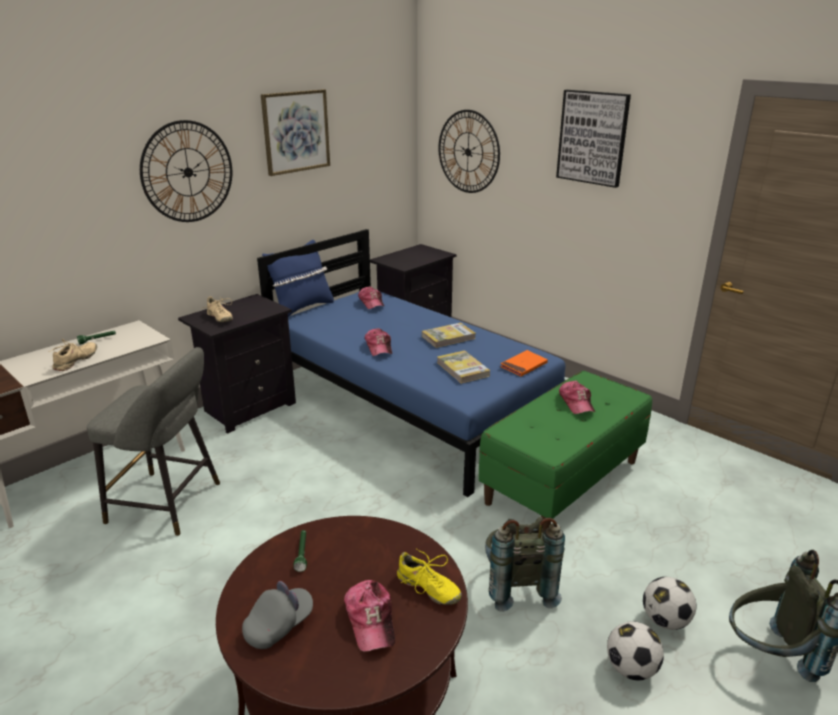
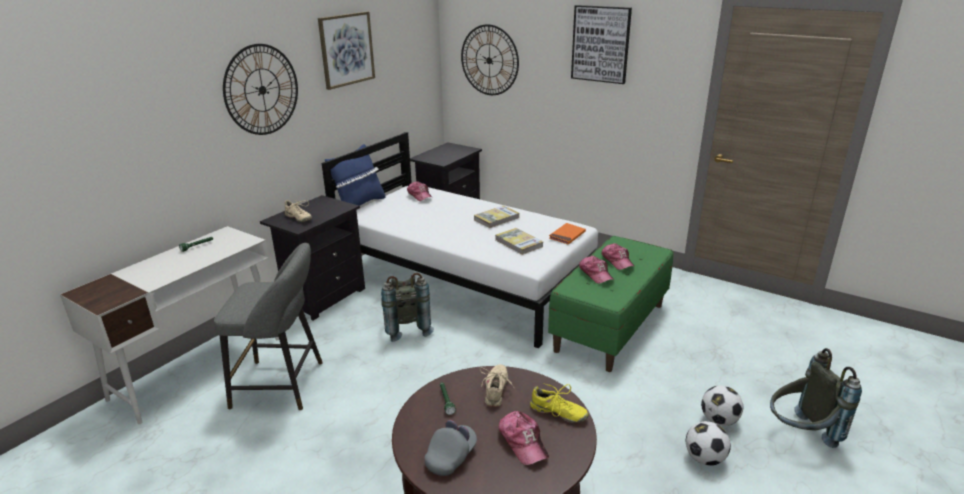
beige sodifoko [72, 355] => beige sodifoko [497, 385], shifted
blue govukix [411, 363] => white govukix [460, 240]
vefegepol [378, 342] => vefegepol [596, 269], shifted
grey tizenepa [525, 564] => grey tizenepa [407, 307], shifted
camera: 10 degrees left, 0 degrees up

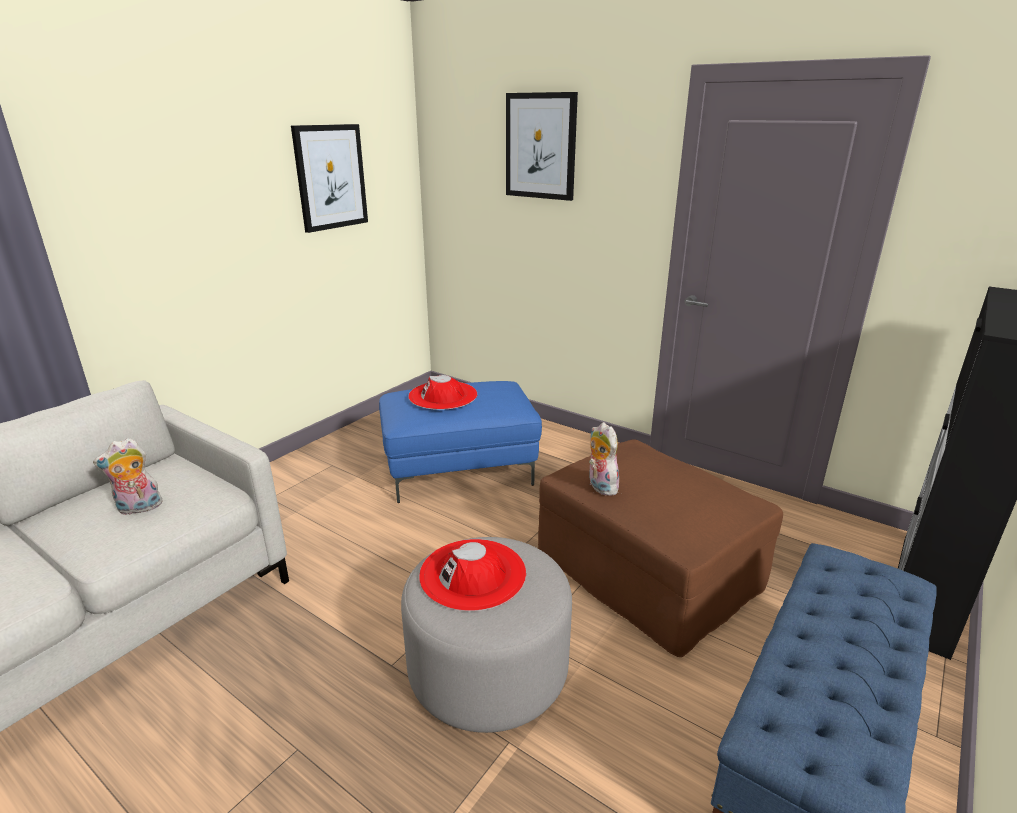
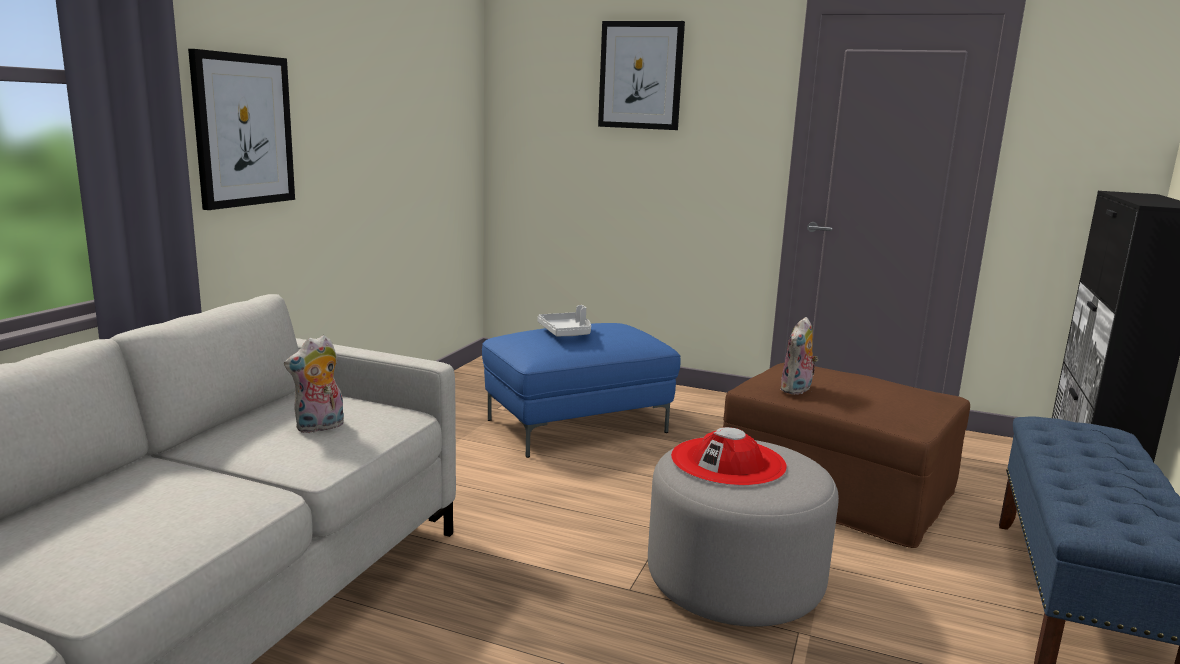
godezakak [329, 178] => godezakak [241, 129], shifted
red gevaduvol [442, 392] => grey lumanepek [564, 321]
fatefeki [604, 459] => fatefeki [799, 356], 105 degrees counterclockwise
camera: 15 degrees left, 10 degrees down

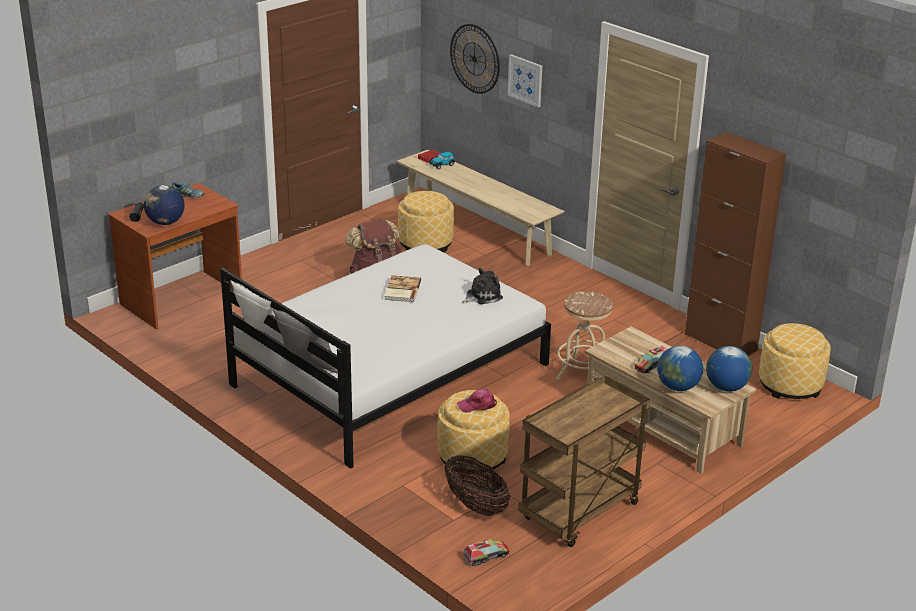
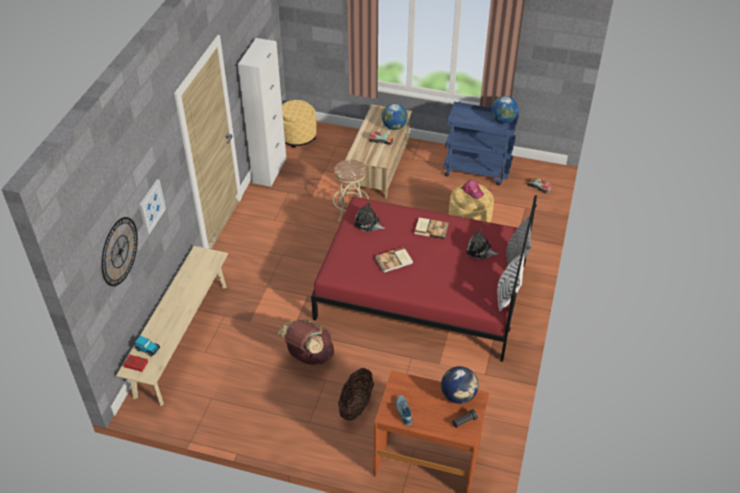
white govukix [385, 356] => red govukix [424, 278]
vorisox [426, 222] => nothing
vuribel [477, 485] => vuribel [356, 394], shifted
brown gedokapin [584, 461] => blue gedokapin [481, 143]
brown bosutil [735, 244] => white bosutil [262, 112]
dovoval [729, 368] => dovoval [504, 109], shifted
nothing => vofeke [431, 228]
nothing => fatefeki [482, 244]
camera: 120 degrees left, 15 degrees up

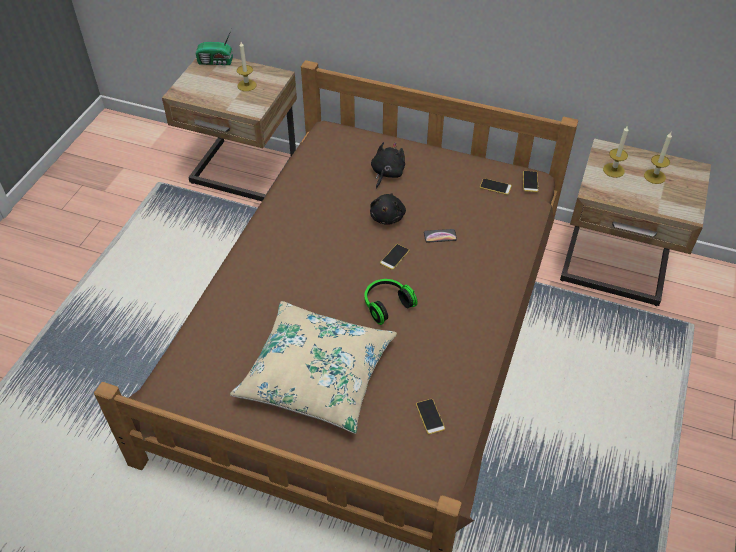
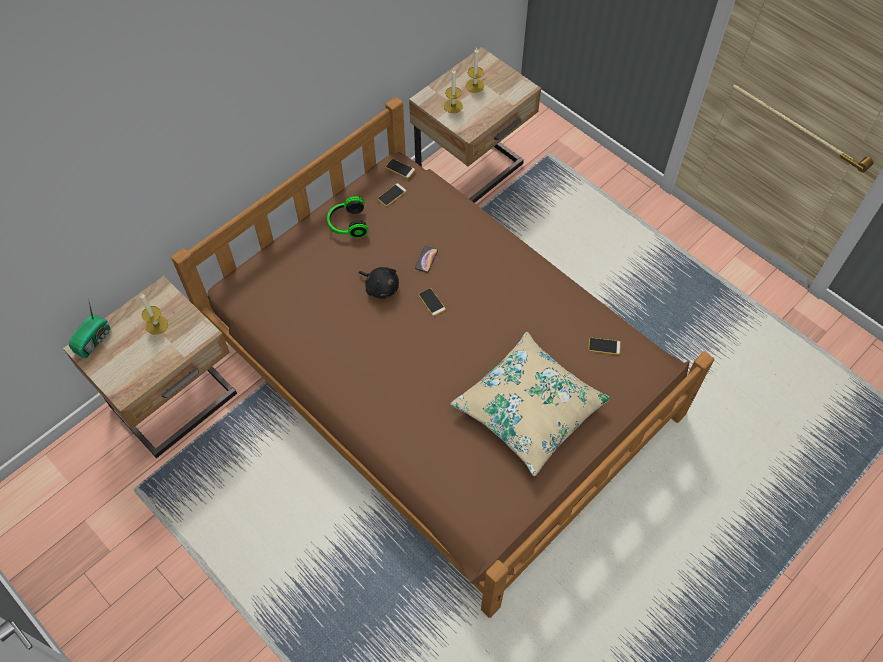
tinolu [390, 302] => tinolu [348, 216], shifted
black fatefeki [388, 165] => nothing
camera: 65 degrees left, 10 degrees up

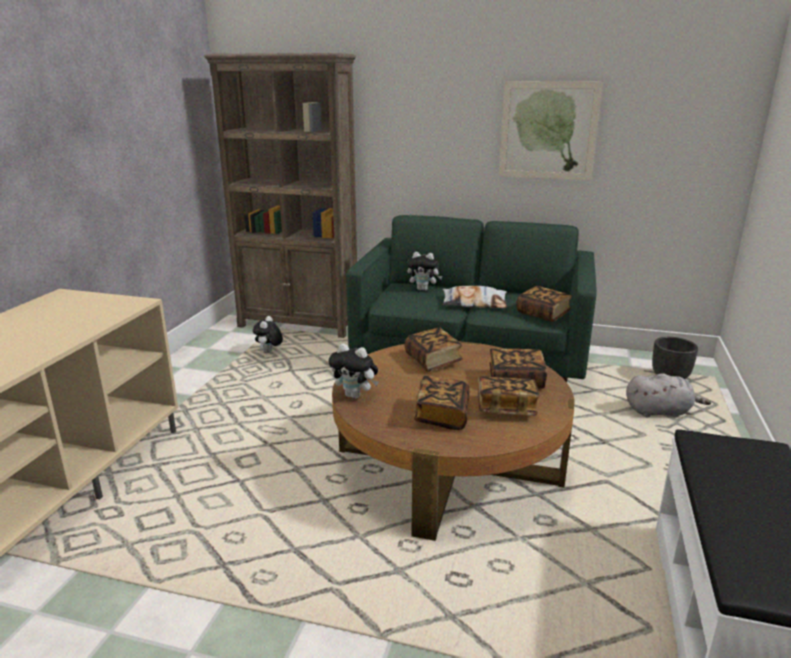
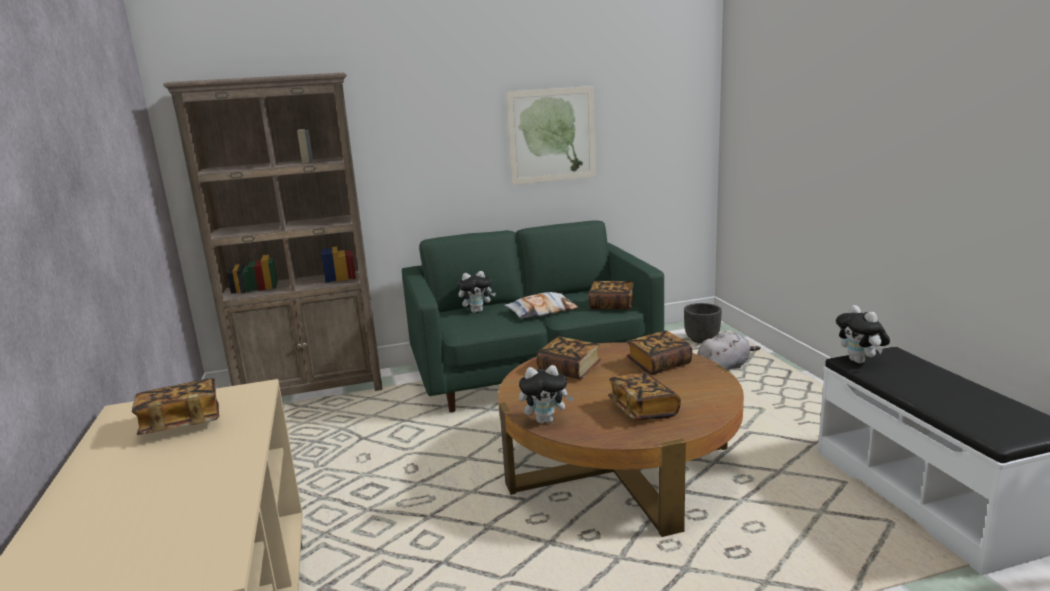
fatefeki [268, 334] => fatefeki [863, 334], shifted
vofeke [509, 396] => vofeke [175, 406], shifted
camera: 30 degrees left, 5 degrees down

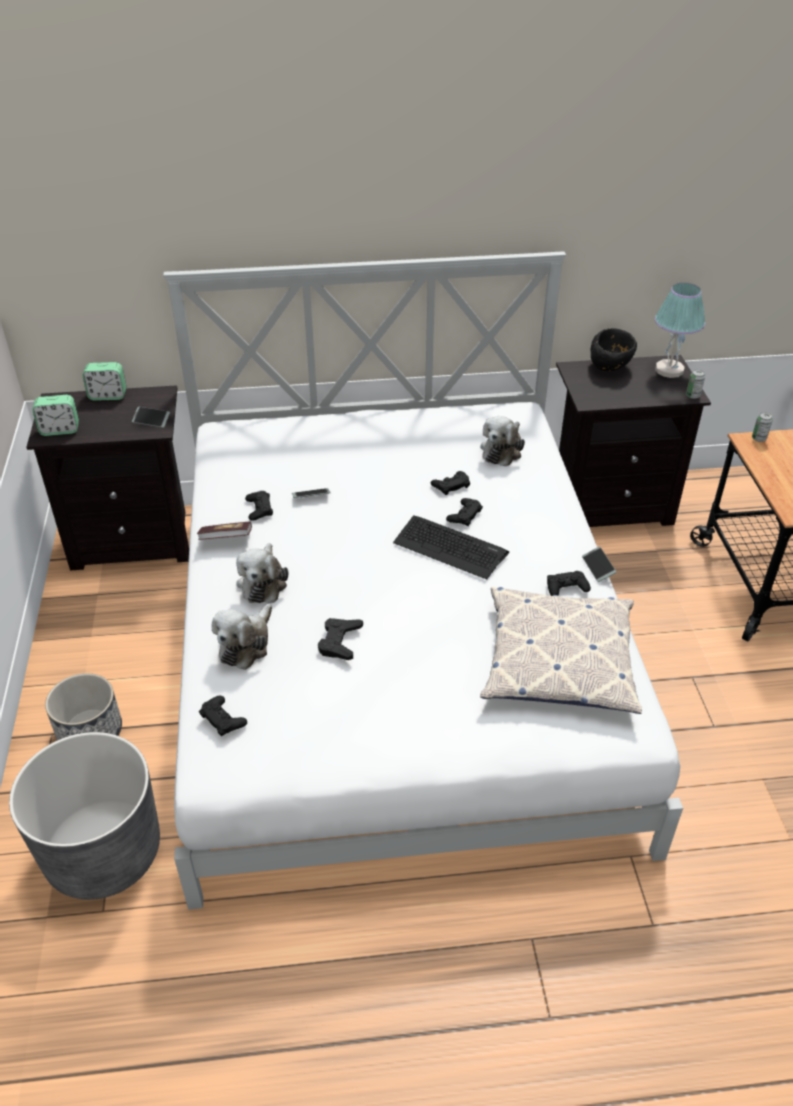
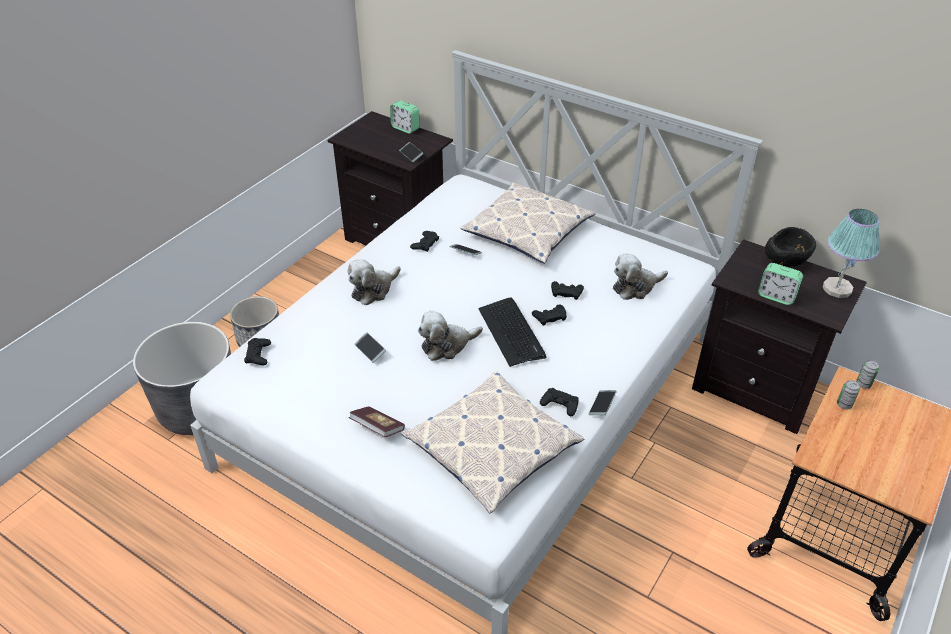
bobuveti [55, 415] => bobuveti [780, 284], shifted
vofeke [224, 531] => vofeke [377, 421], shifted
fatefeki [242, 636] => fatefeki [450, 336], shifted
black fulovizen [340, 639] => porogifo [370, 347]
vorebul [695, 384] => vorebul [848, 394], shifted
nothing => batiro [528, 223]
camera: 40 degrees right, 0 degrees up

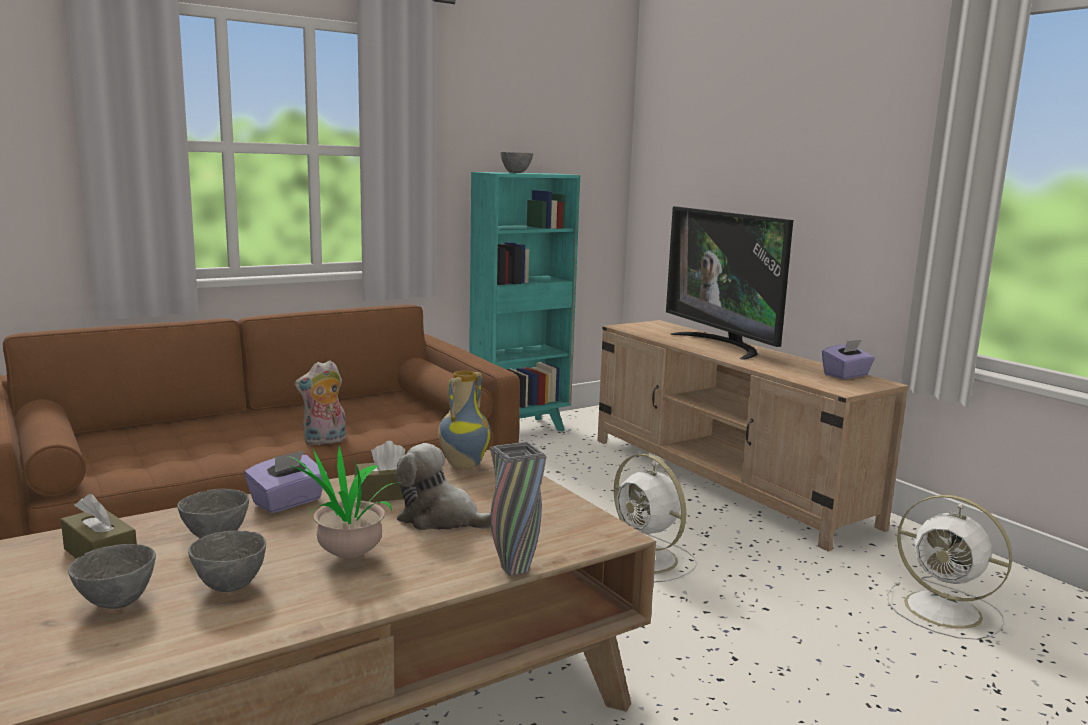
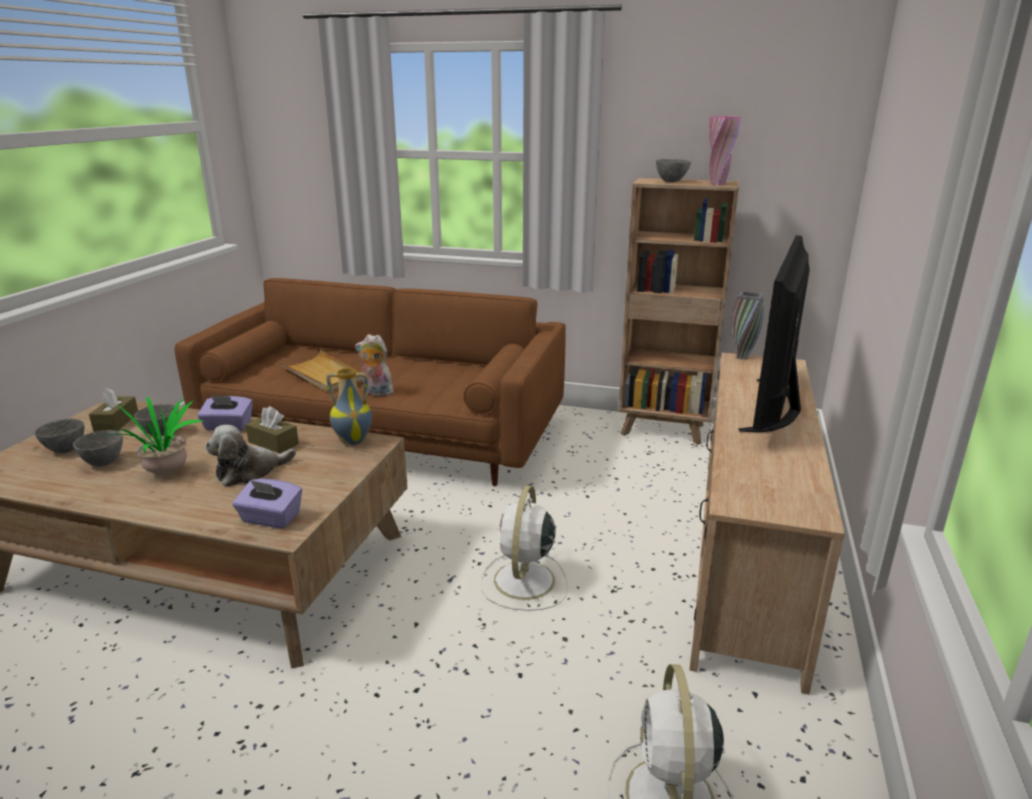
fatefeki [443, 486] => fatefeki [251, 456], 105 degrees counterclockwise
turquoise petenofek [524, 301] => brown petenofek [678, 311]
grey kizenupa [518, 509] => grey kizenupa [748, 325], shifted
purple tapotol [848, 359] => purple tapotol [267, 503], shifted
nothing => beige lumanepek [321, 371]
nothing => pink kizenupa [725, 150]
camera: 50 degrees right, 10 degrees up

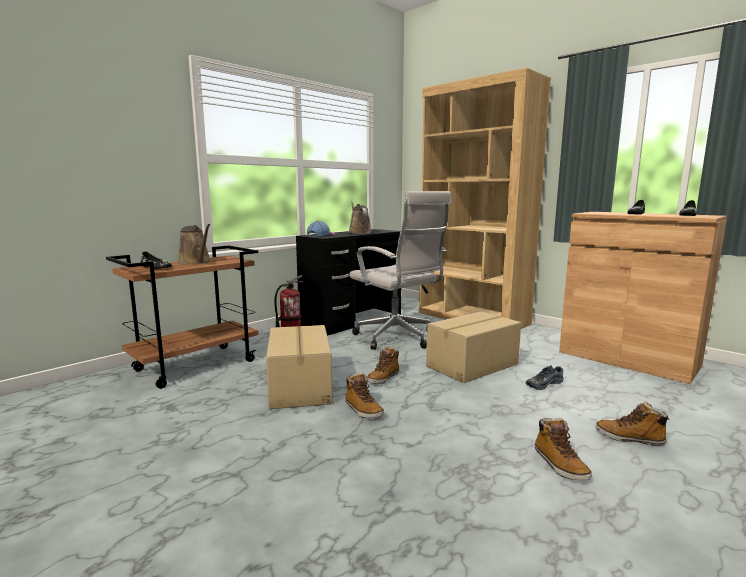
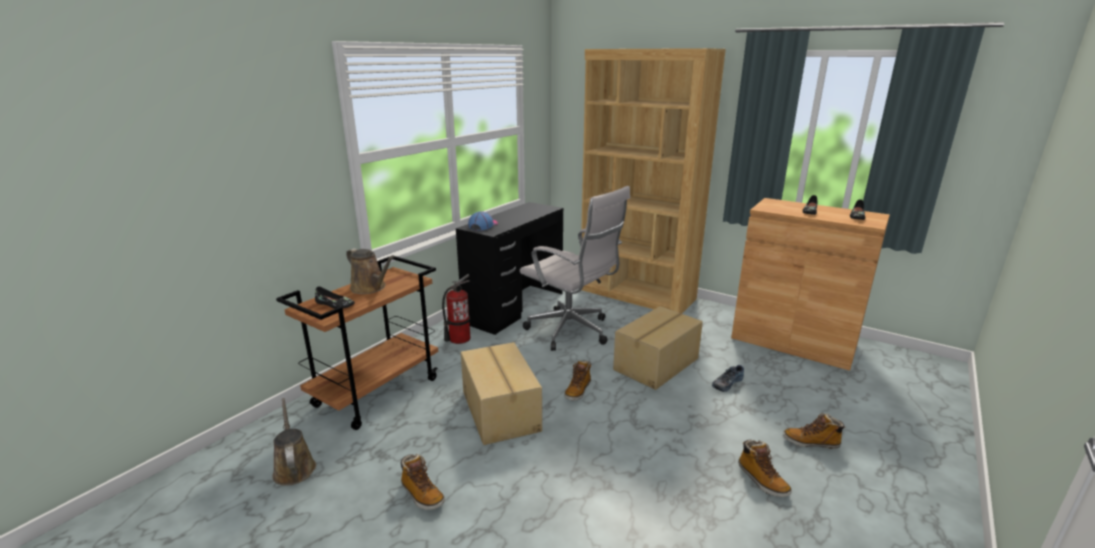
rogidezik [364, 395] => rogidezik [423, 482], shifted
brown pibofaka [360, 217] => brown pibofaka [294, 442], shifted
camera: 10 degrees left, 10 degrees up

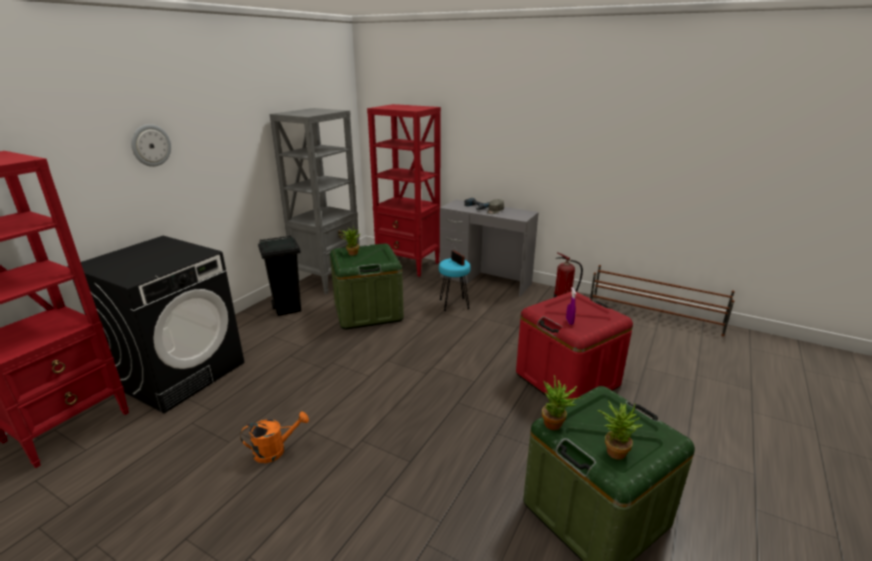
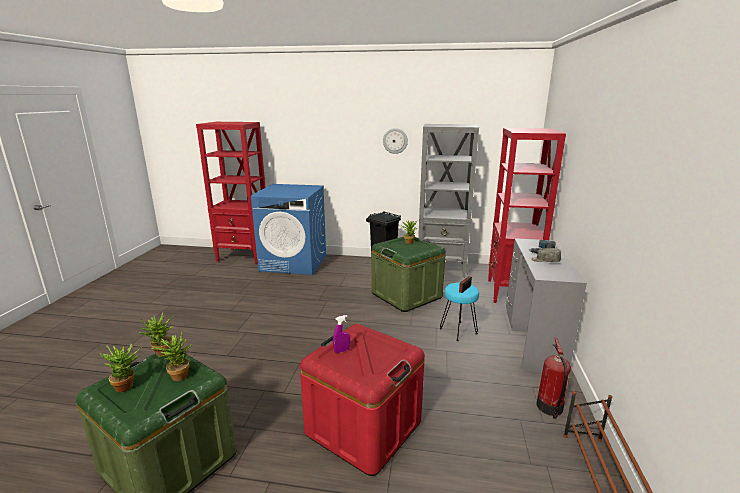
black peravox [155, 324] => blue peravox [288, 229]
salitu [151, 145] => salitu [395, 141], shifted
orange pibofaka [274, 437] => nothing
nothing => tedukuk [171, 356]
camera: 70 degrees right, 5 degrees down

